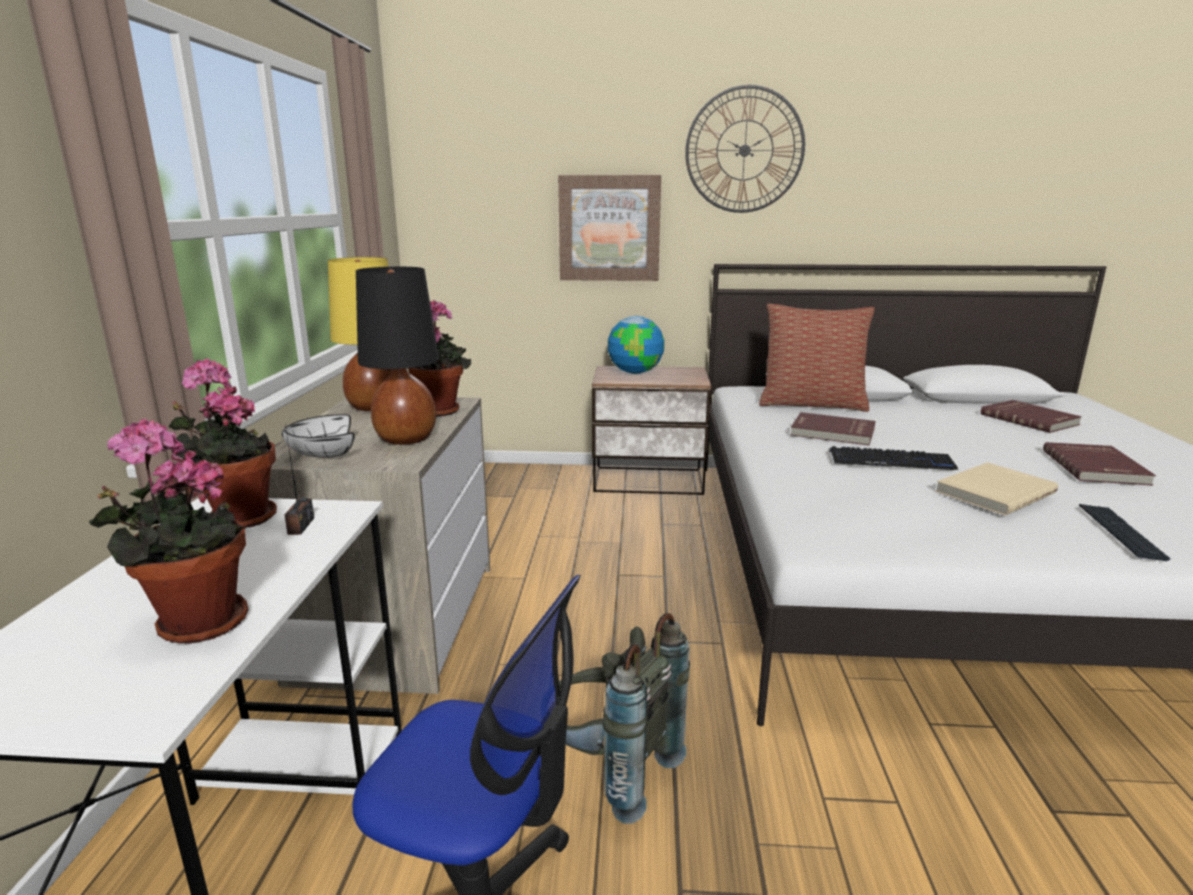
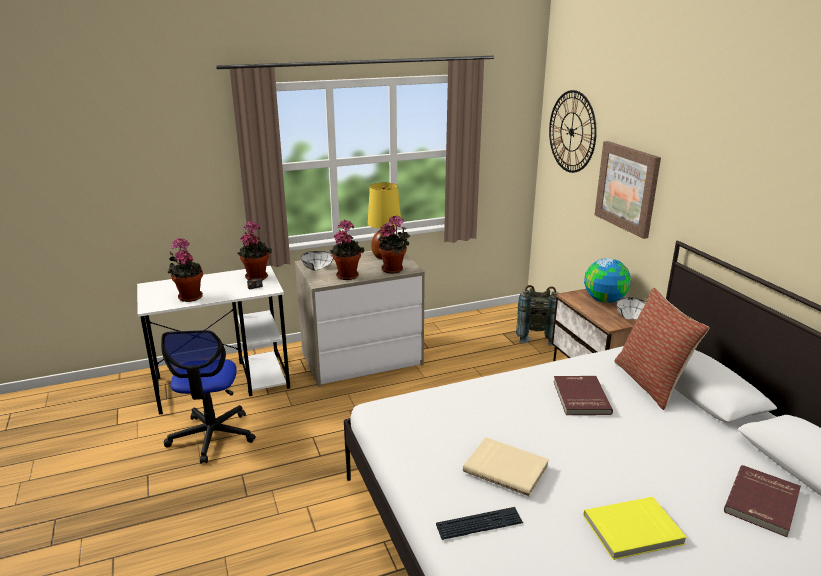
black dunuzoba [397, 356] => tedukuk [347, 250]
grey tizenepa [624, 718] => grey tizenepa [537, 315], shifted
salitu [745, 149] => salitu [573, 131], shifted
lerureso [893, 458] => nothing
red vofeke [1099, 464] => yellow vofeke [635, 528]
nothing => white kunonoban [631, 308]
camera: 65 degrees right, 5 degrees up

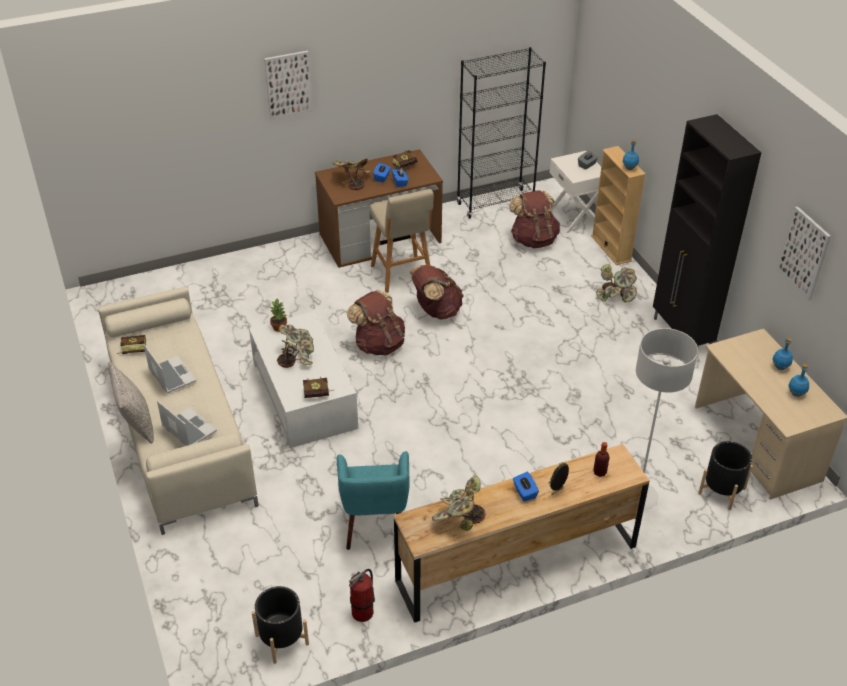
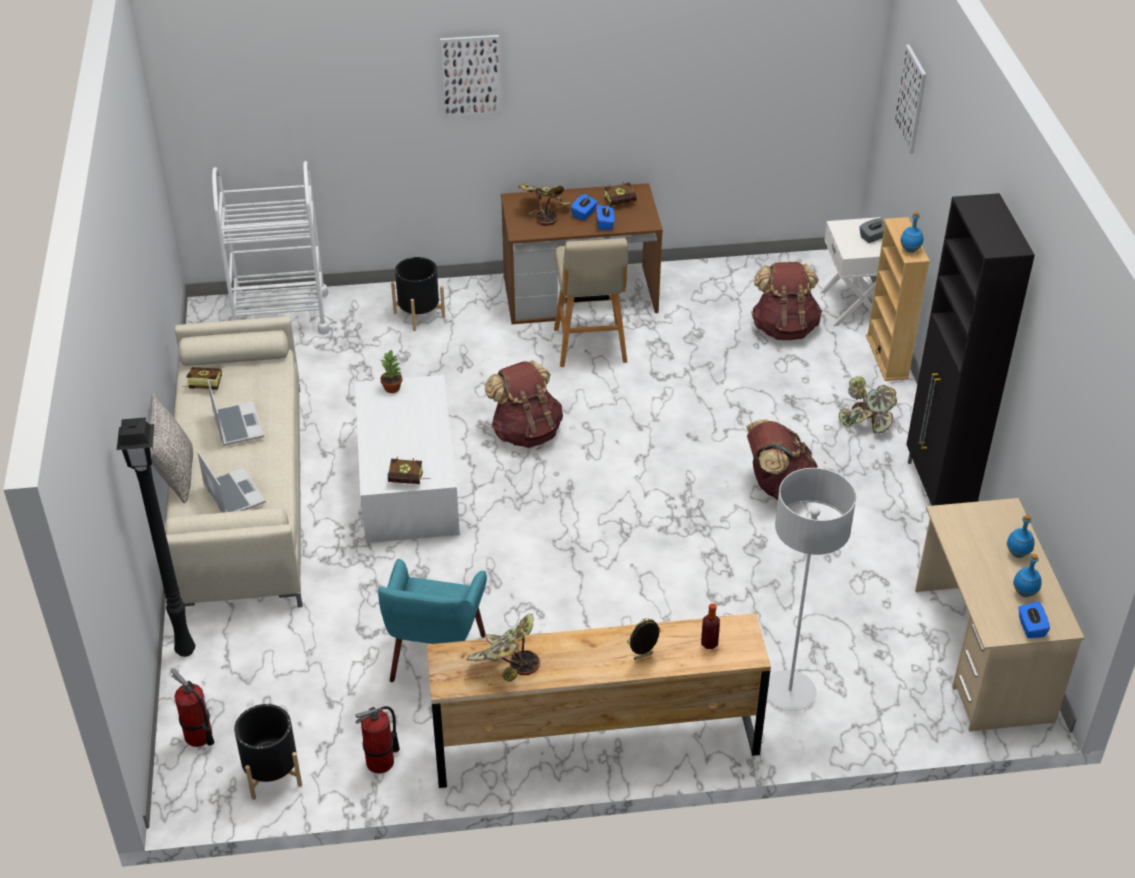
tedukuk [295, 346] => nothing
brown tizenepa [436, 291] => brown tizenepa [782, 459], shifted
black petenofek [501, 133] => nothing
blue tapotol [526, 486] => blue tapotol [1034, 620], shifted
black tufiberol [725, 475] => black tufiberol [418, 294], shifted
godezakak [804, 253] => godezakak [910, 99], shifted
nothing => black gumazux [156, 537]
nothing => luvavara [192, 708]
nothing => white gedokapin [271, 248]
camera: 15 degrees right, 0 degrees up

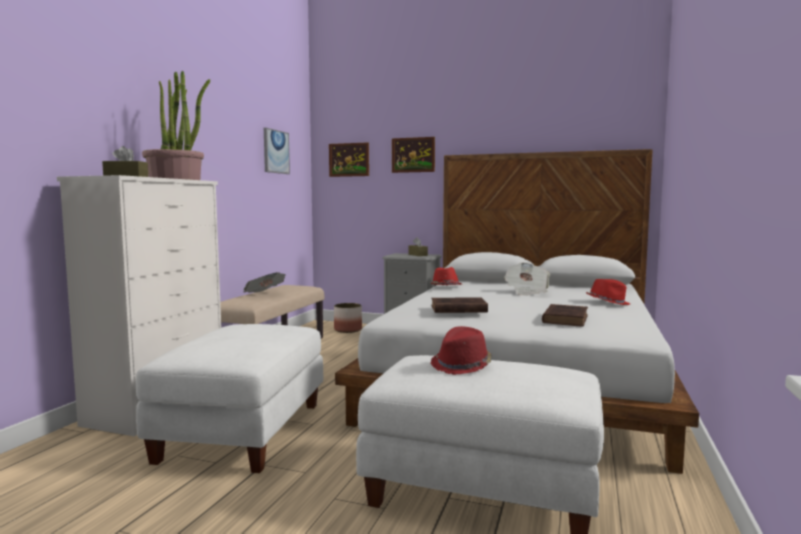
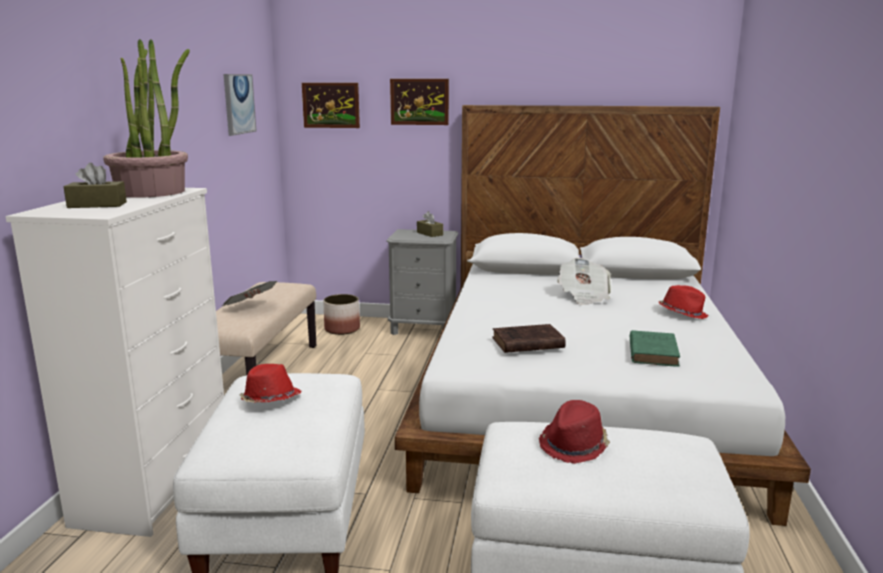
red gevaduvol [445, 276] => red gevaduvol [271, 383], shifted
brown vofeke [565, 315] => green vofeke [655, 348]
camera: 10 degrees left, 10 degrees up

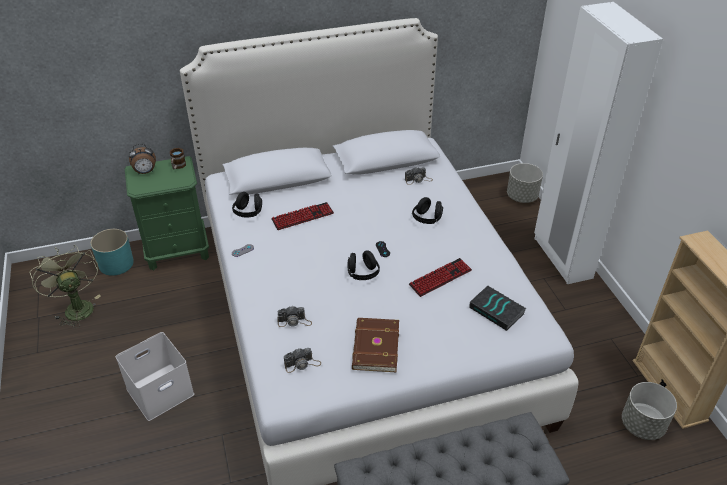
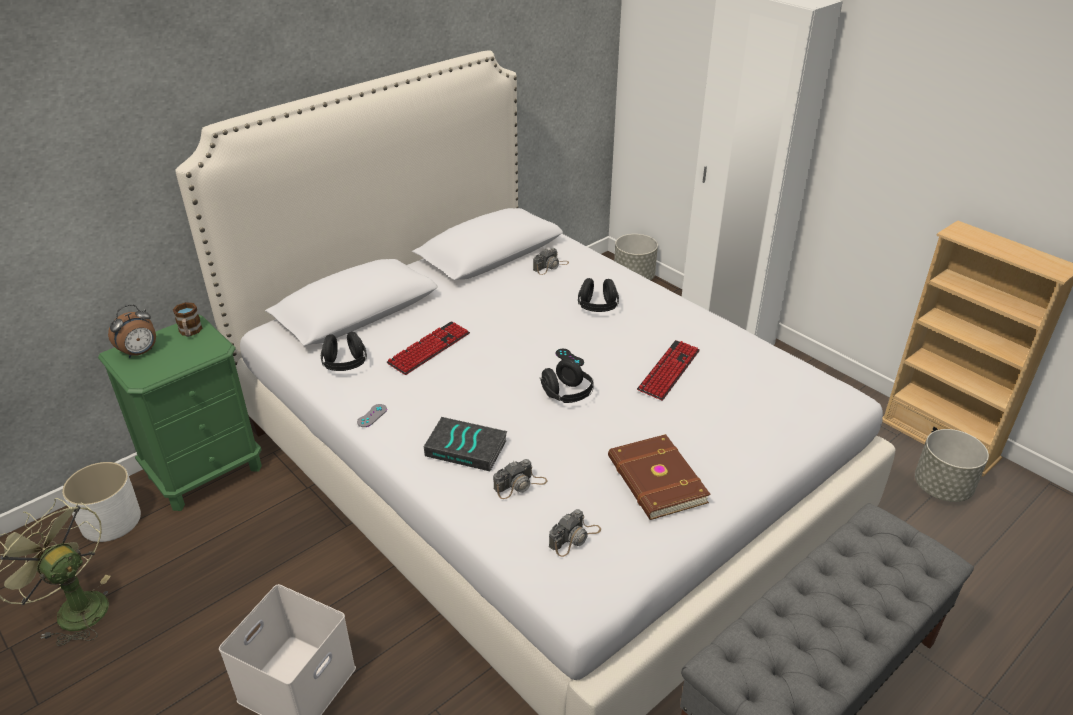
turquoise tufiberol [112, 252] => white tufiberol [101, 502]
vofeke [498, 308] => vofeke [466, 444], shifted
camera: 25 degrees left, 5 degrees down

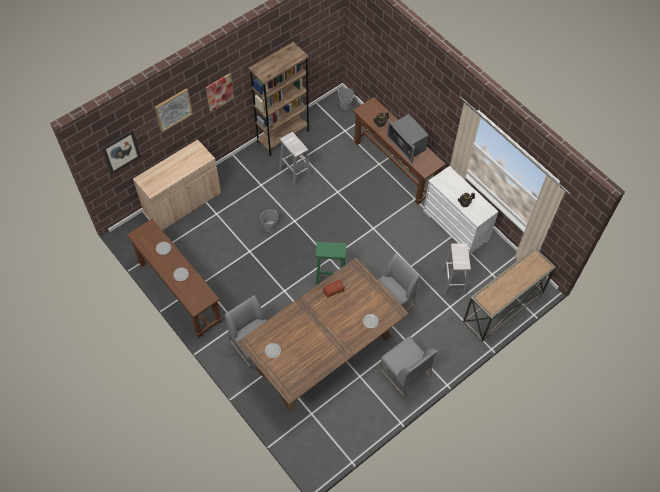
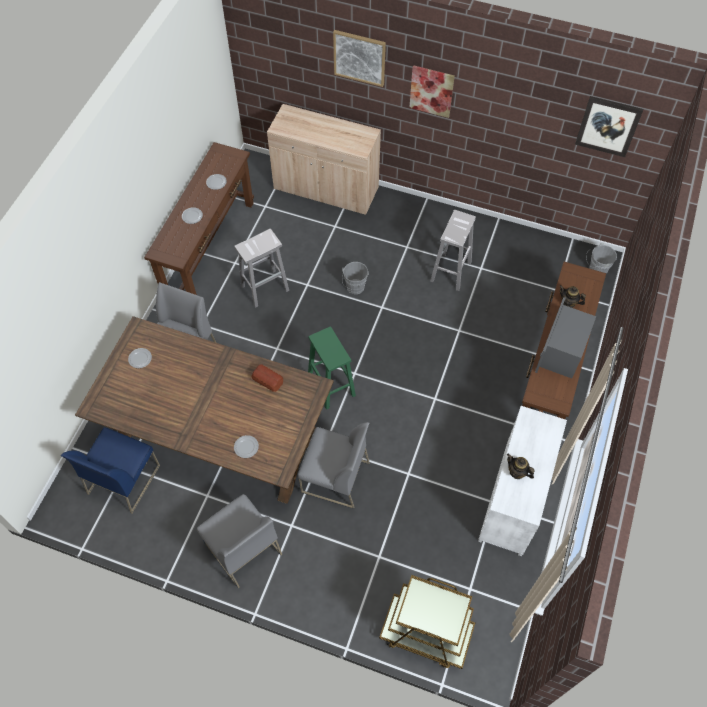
godezakak [121, 152] => godezakak [609, 126], shifted
brown petenofek [278, 99] => nothing
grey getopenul [408, 367] => grey getopenul [239, 541], 60 degrees counterclockwise
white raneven [456, 269] => white raneven [261, 268], shifted
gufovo [509, 294] => brown gedokapin [427, 622]
nothing => blue getopenul [110, 470]
camera: 60 degrees right, 0 degrees up

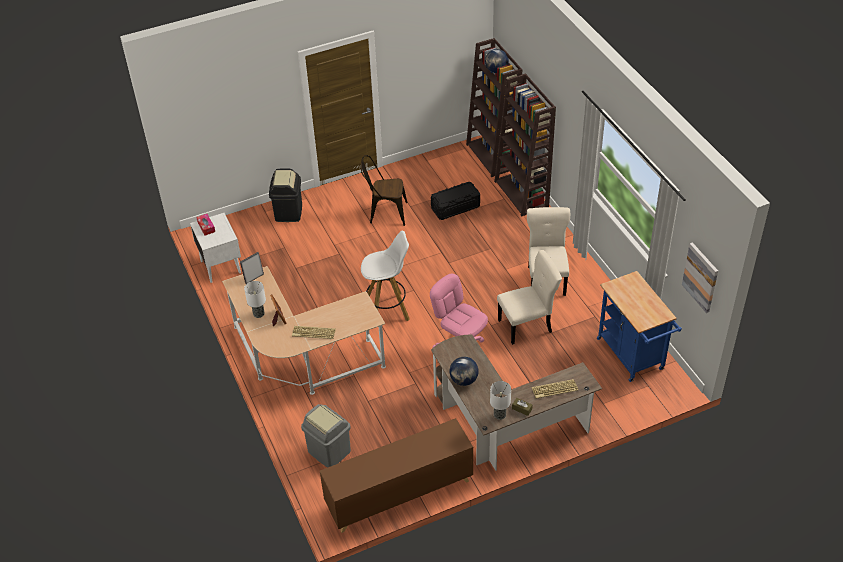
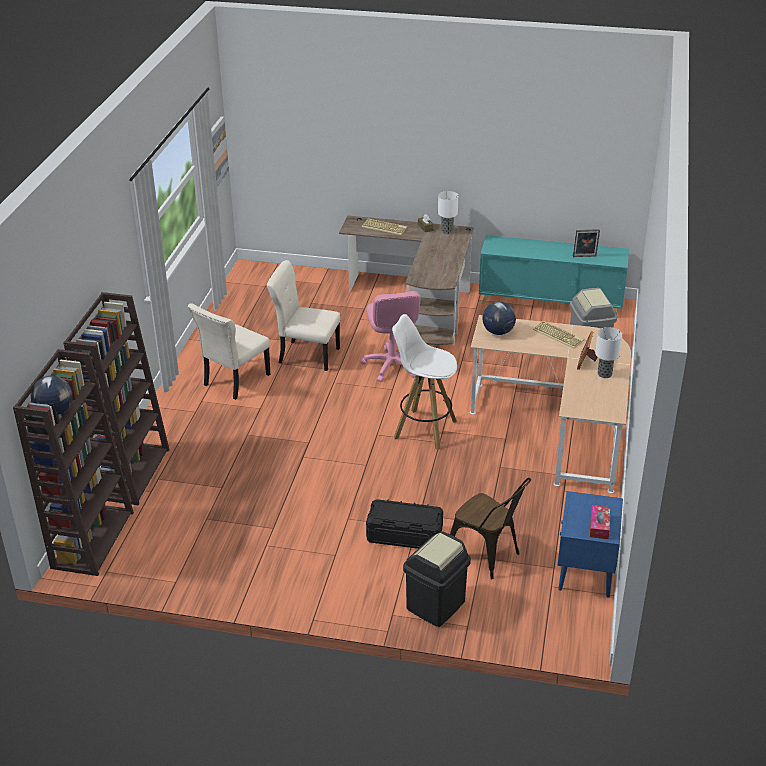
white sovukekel [215, 248] => blue sovukekel [590, 544]
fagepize [252, 268] => fagepize [586, 243], shifted
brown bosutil [396, 475] => turquoise bosutil [554, 276]
brown getopenul [384, 190] => brown getopenul [490, 528], shifted
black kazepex [455, 201] => black kazepex [404, 524], shifted
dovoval [464, 371] => dovoval [499, 318], shifted
blue gedokapin [639, 326] => nothing
camera: 145 degrees left, 10 degrees down

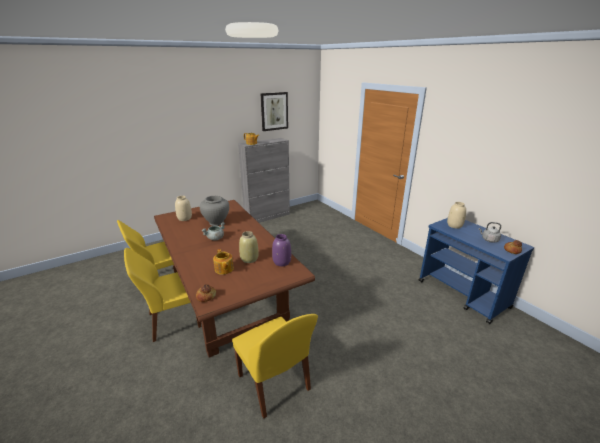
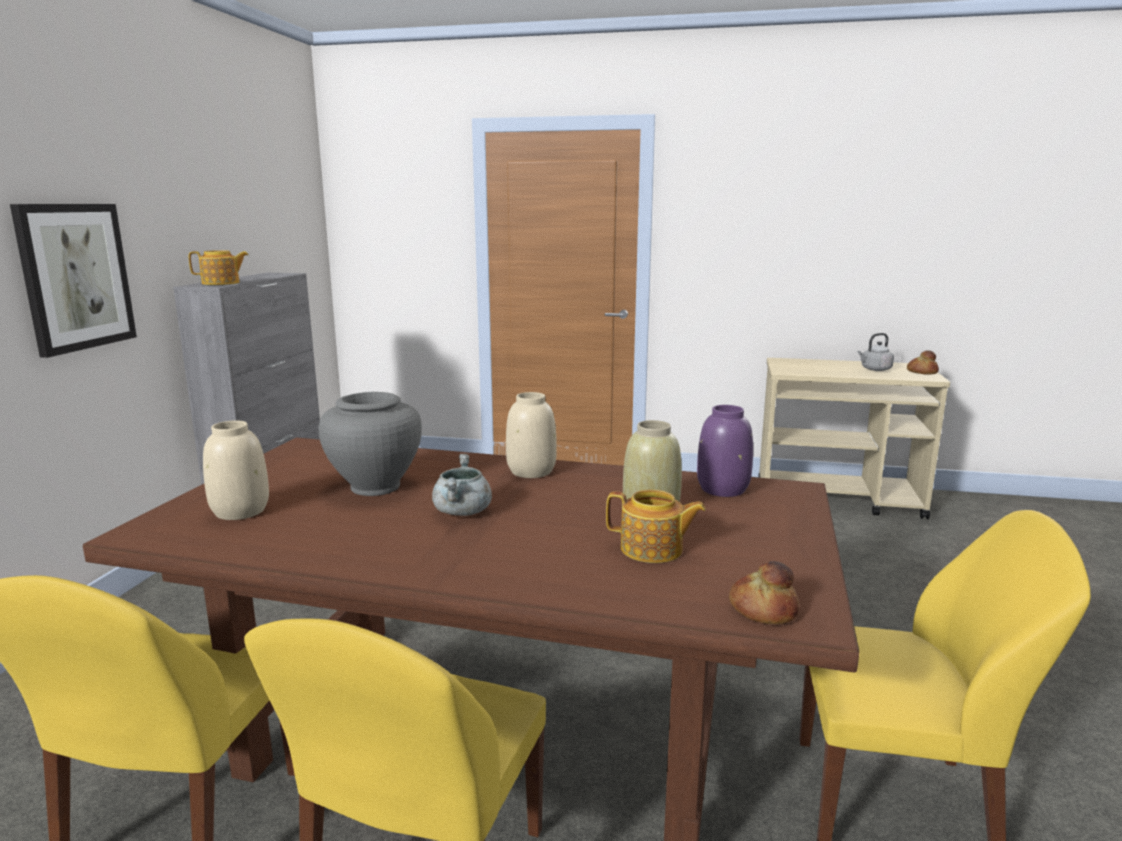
godezakak [274, 111] => godezakak [73, 281], shifted
blue gedokapin [476, 271] => beige gedokapin [854, 438]
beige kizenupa [456, 215] => beige kizenupa [531, 435], shifted
camera: 45 degrees left, 10 degrees down

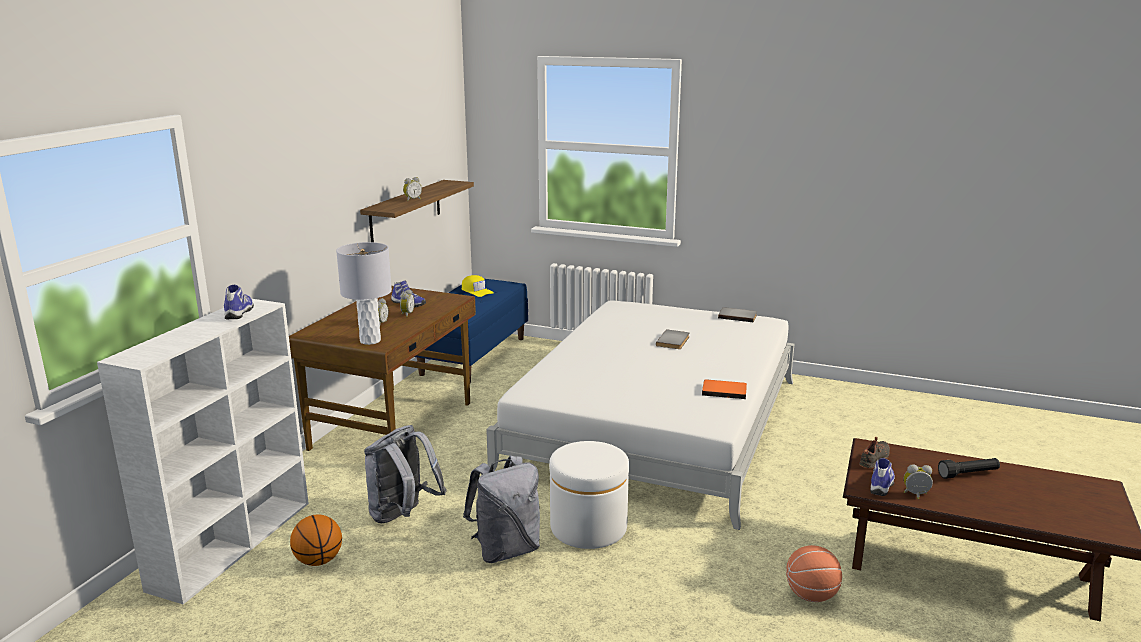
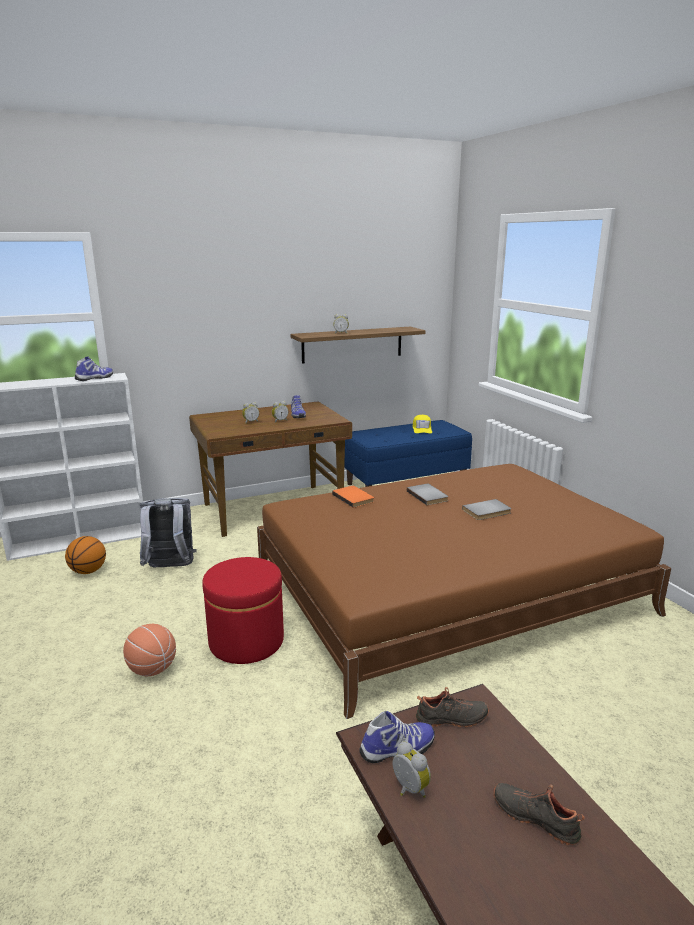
grey dunuzoba [364, 293] => nothing
grey tizenepa [501, 509] => nothing
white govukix [640, 415] => brown govukix [464, 591]
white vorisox [589, 495] => red vorisox [243, 610]
orange vofeke [724, 389] => orange vofeke [353, 496], shifted
grey vofeke [737, 314] => grey vofeke [427, 494], shifted
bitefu [814, 573] => bitefu [149, 650], shifted
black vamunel [969, 468] => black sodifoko [539, 814]
camera: 45 degrees right, 0 degrees up

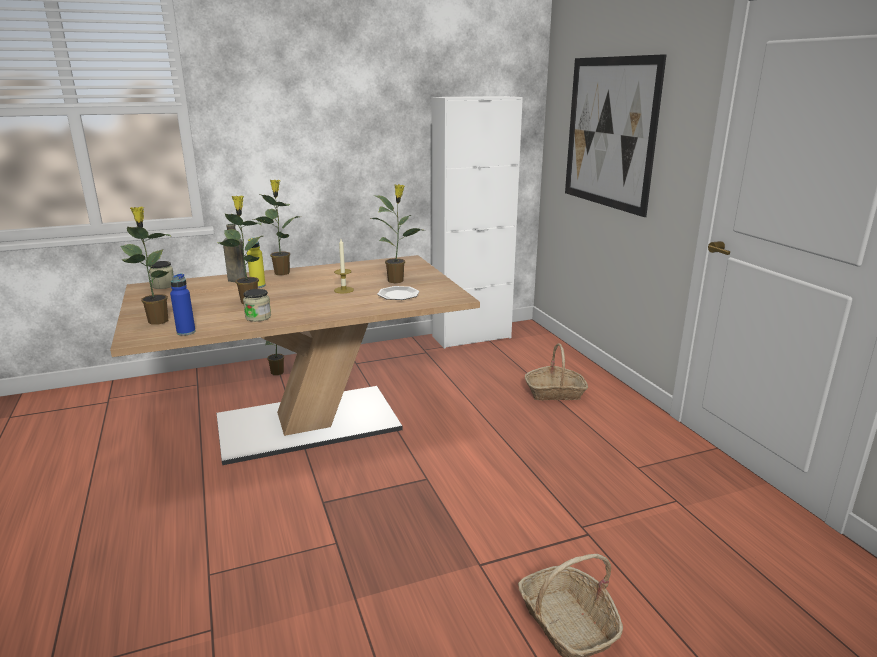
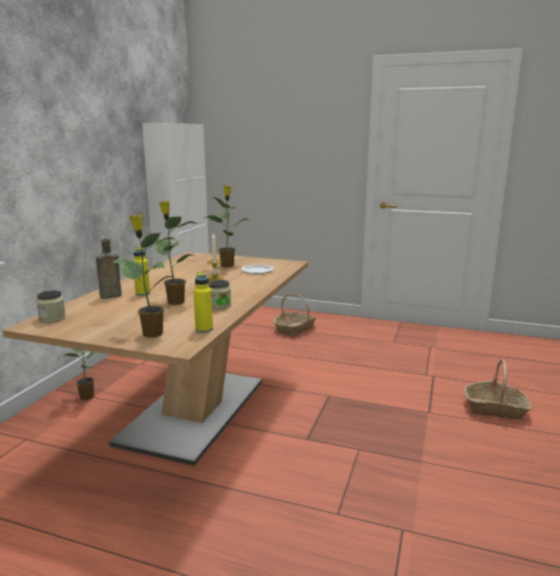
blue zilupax [183, 304] => yellow zilupax [203, 302]
tedukuk [276, 227] => nothing
godezakak [616, 135] => nothing
camera: 50 degrees left, 5 degrees down

